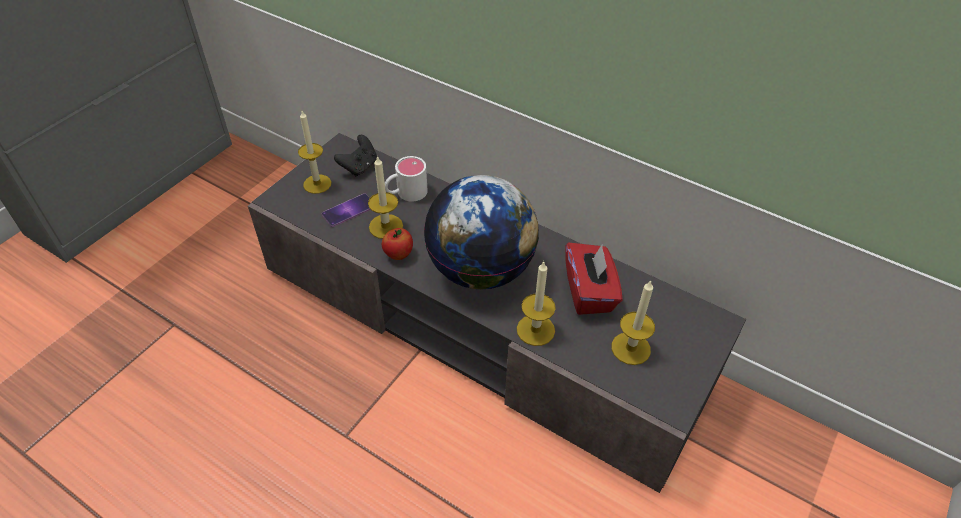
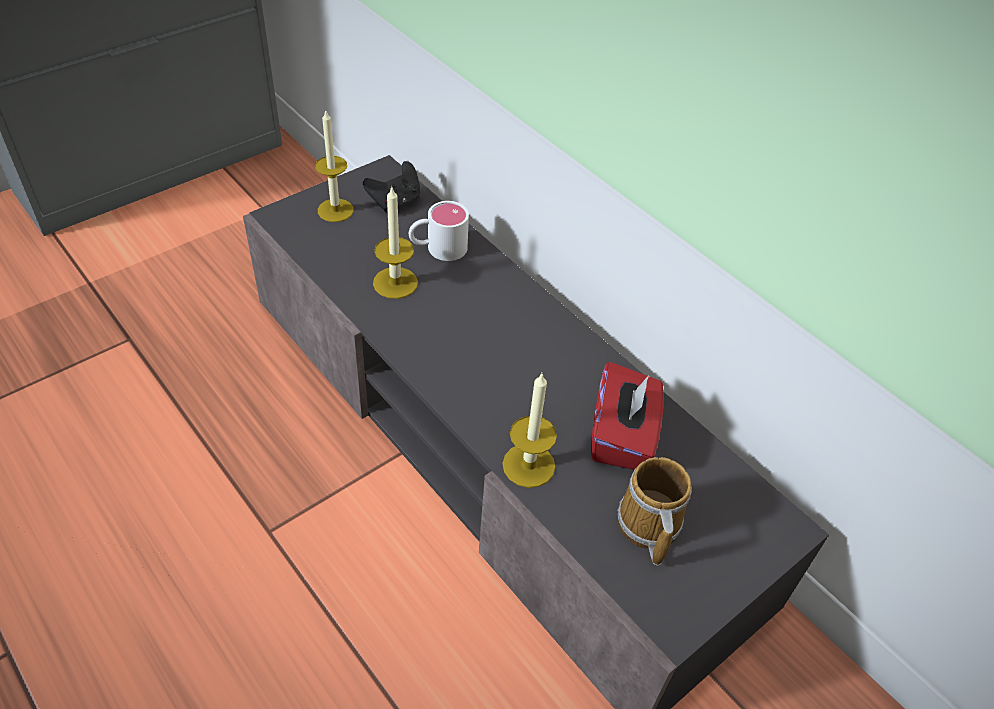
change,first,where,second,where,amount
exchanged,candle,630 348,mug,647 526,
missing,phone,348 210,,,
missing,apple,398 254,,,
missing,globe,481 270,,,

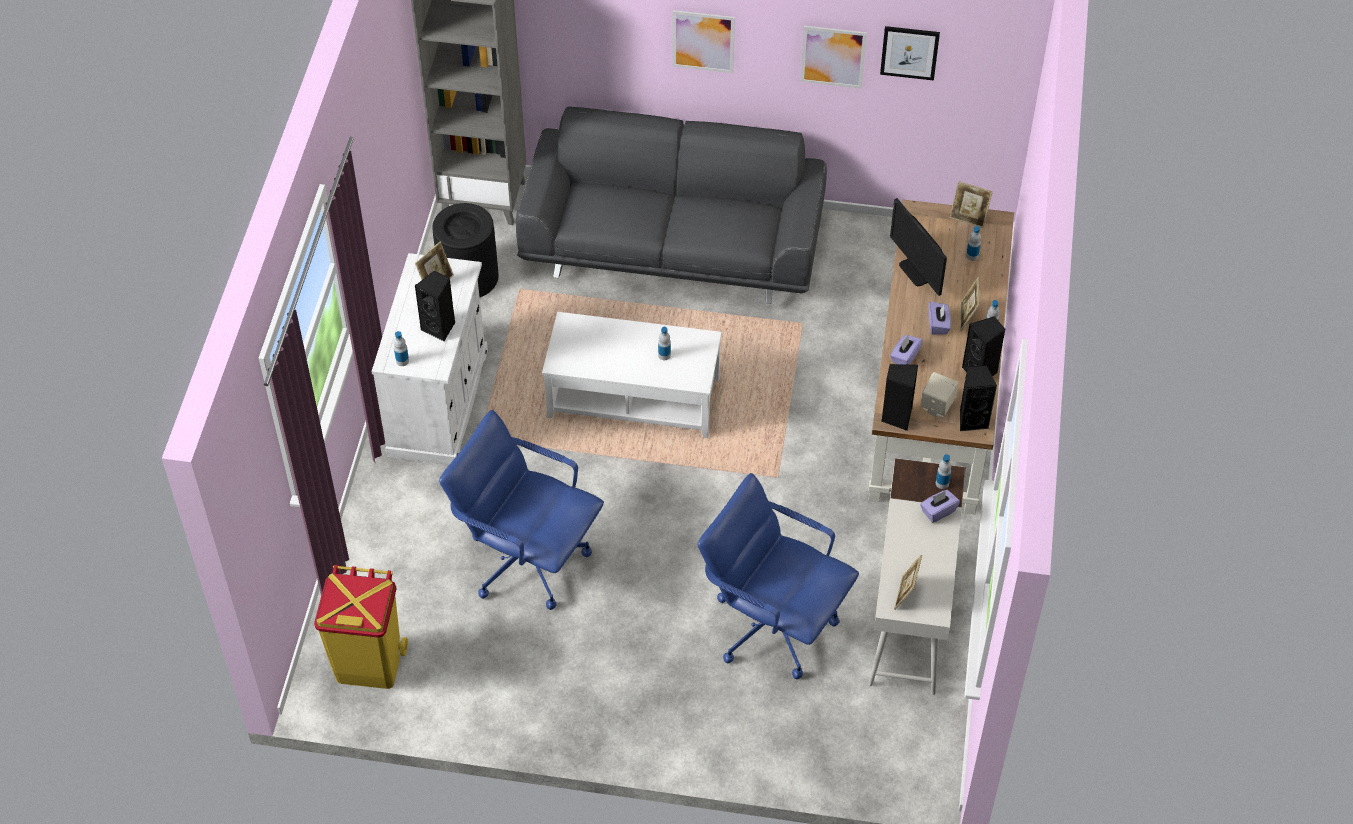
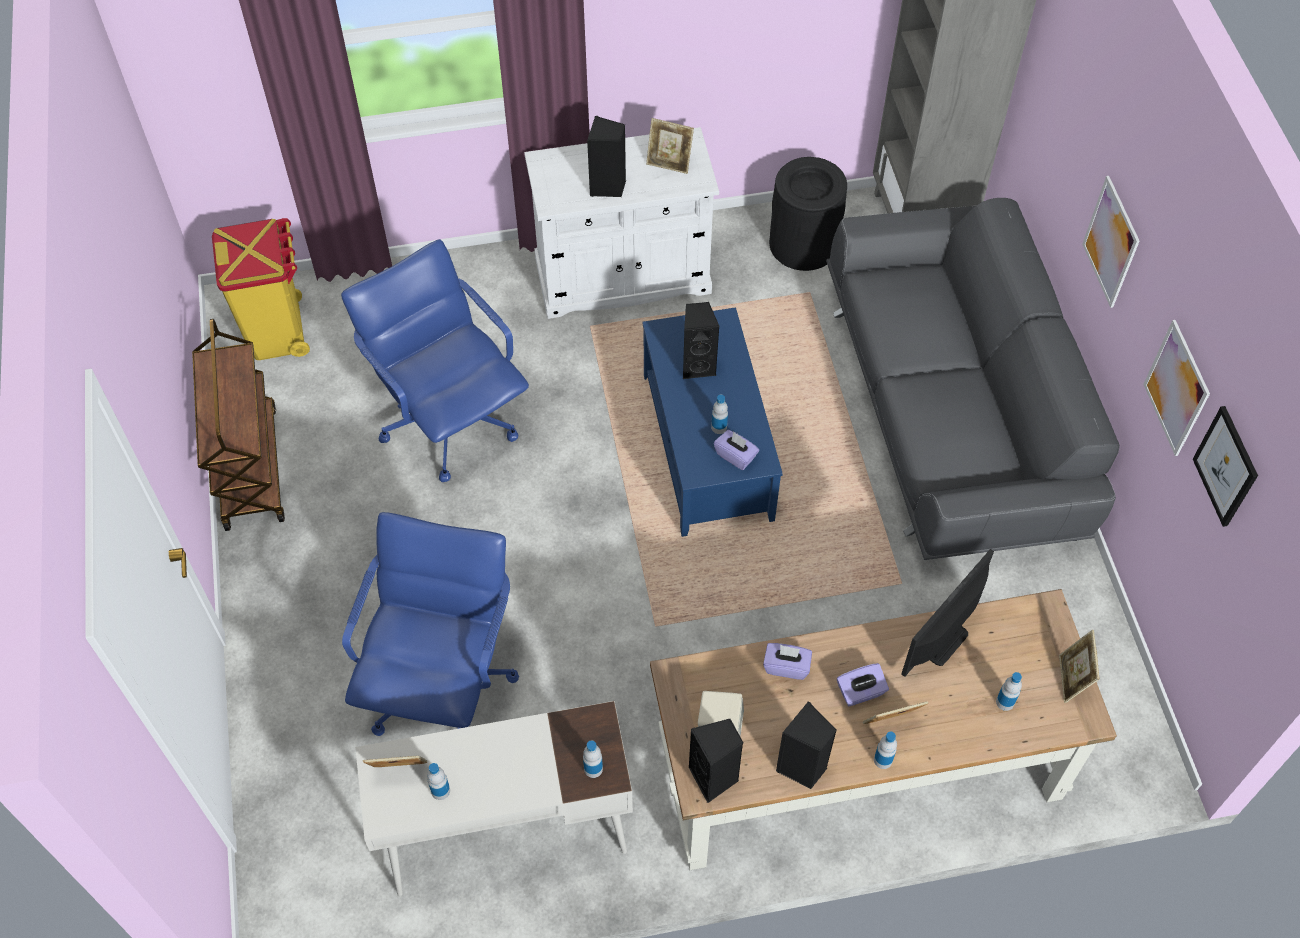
change,first,where,second,where,amount
appeared,,,brown cart,250 466,
spun,blue office chair,527 559,,450 420,45 degrees counterclockwise
relocated,bottle,402 361,,440 791,
colour,white coffee table,634 397,blue coffee table,709 446,
relocated,black speaker,896 416,,698 365,
relocated,purple tissue box,938 511,,736 456,

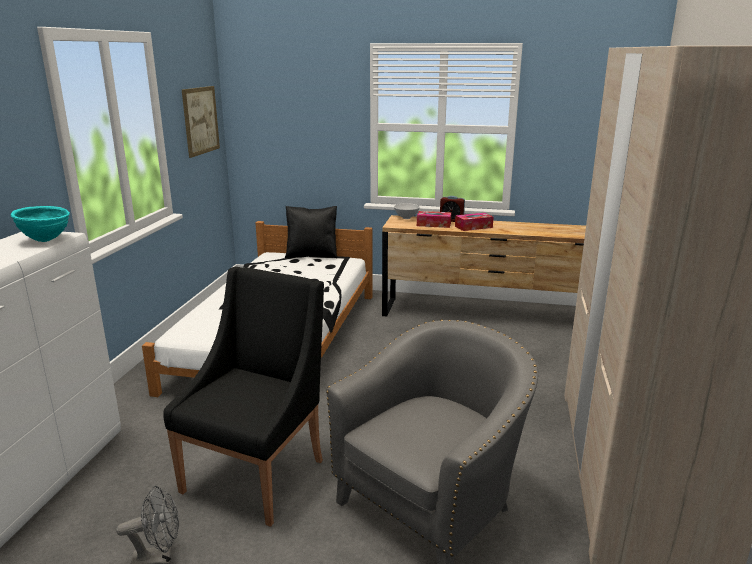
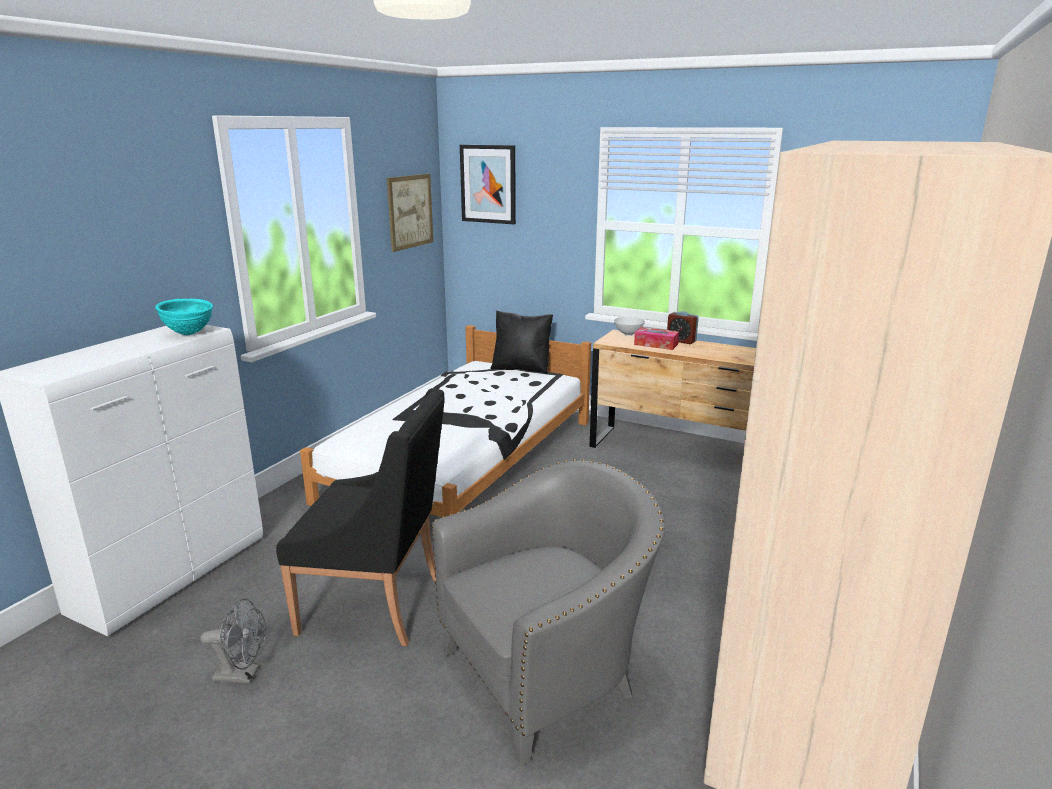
change,first,where,second,where,amount
spun,black armchair,258 473,,376 604,60 degrees clockwise
appeared,,,picture,488 184,
missing,tissue box,473 227,,,

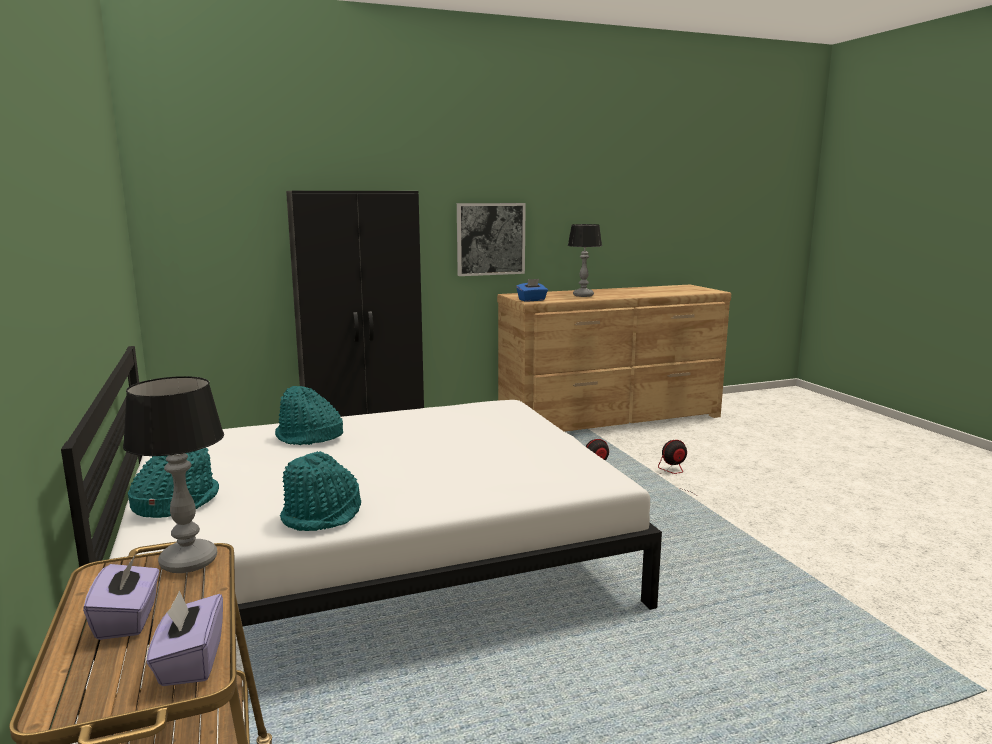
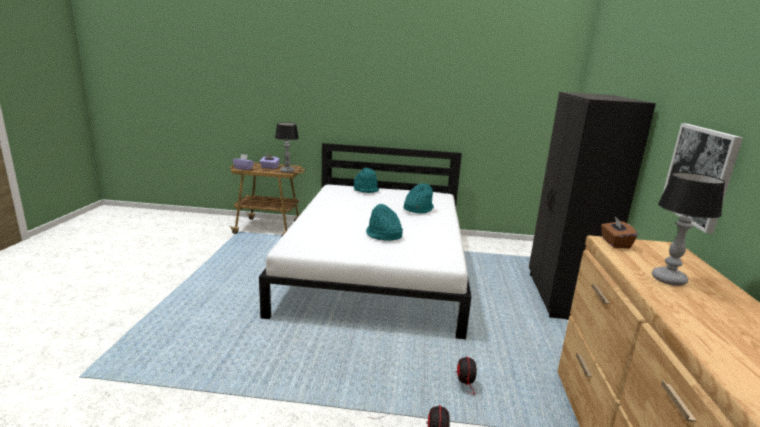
change,first,where,second,where,amount
relocated,turquoise hat,322 515,,383 235,
colour,blue tissue box,532 300,brown tissue box,615 243,

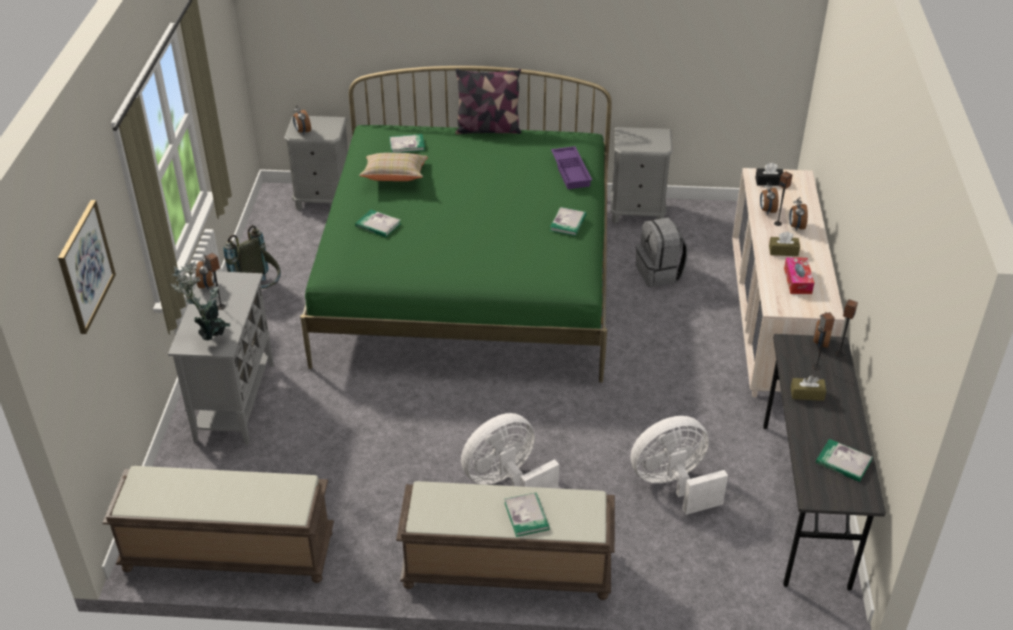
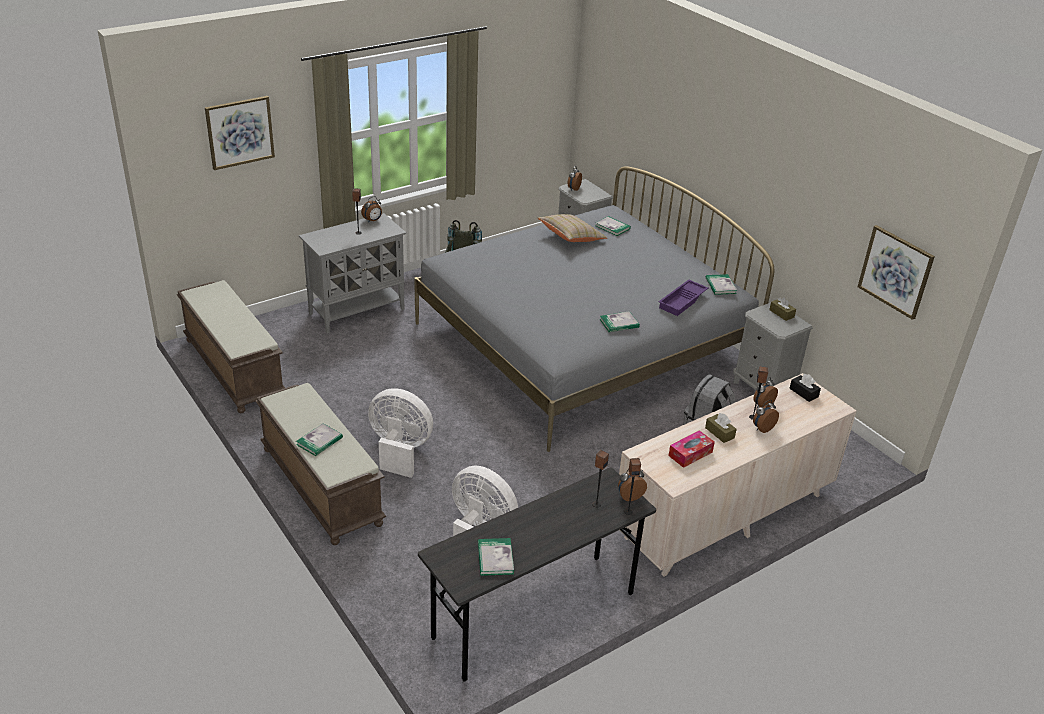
change,first,where,second,where,amount
colour,green bed,469 276,grey bed,582 344,
relocated,book,378 225,,720 286,
relocated,brown tissue box,807 394,,781 313,
appeared,,,picture,895 271,
missing,potted plant,210 334,,,
missing,pillow,488 129,,,

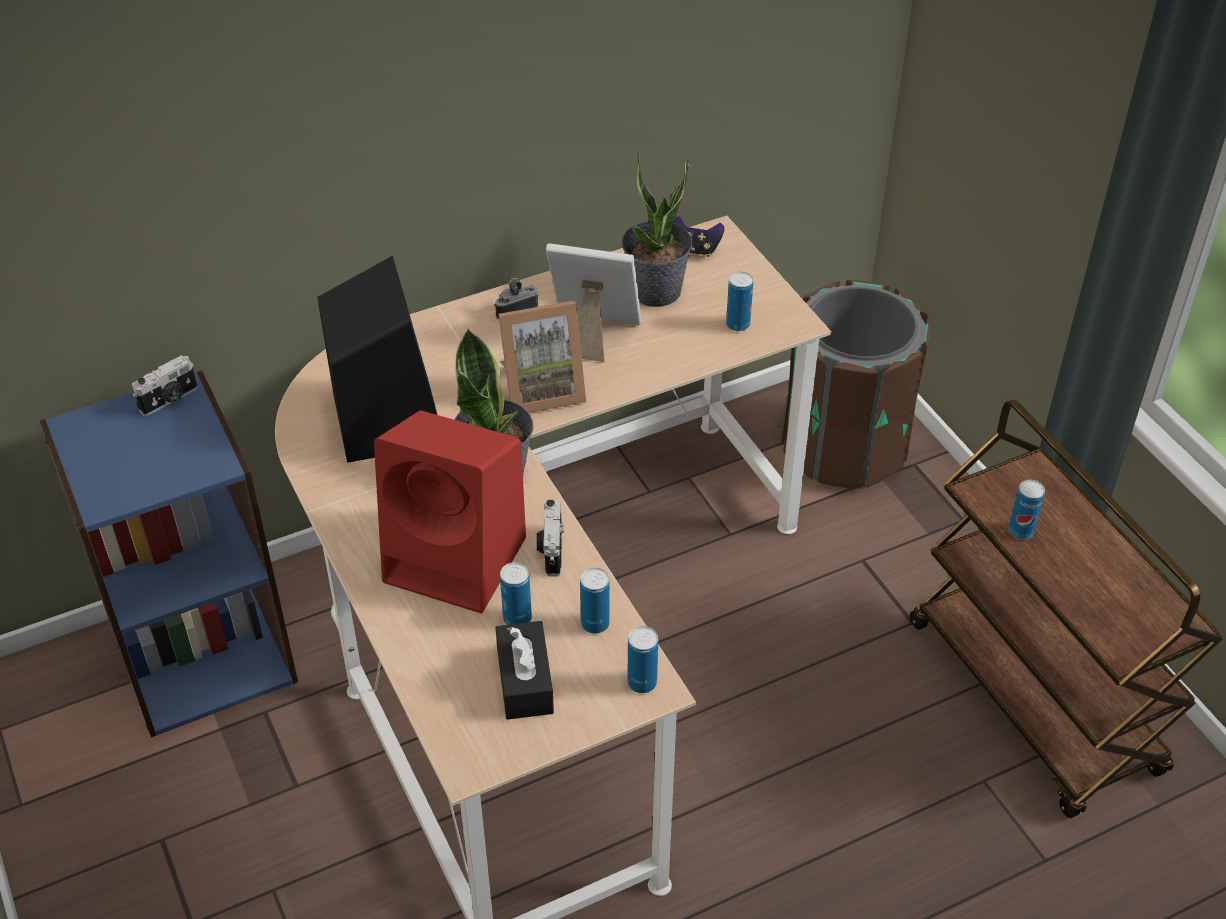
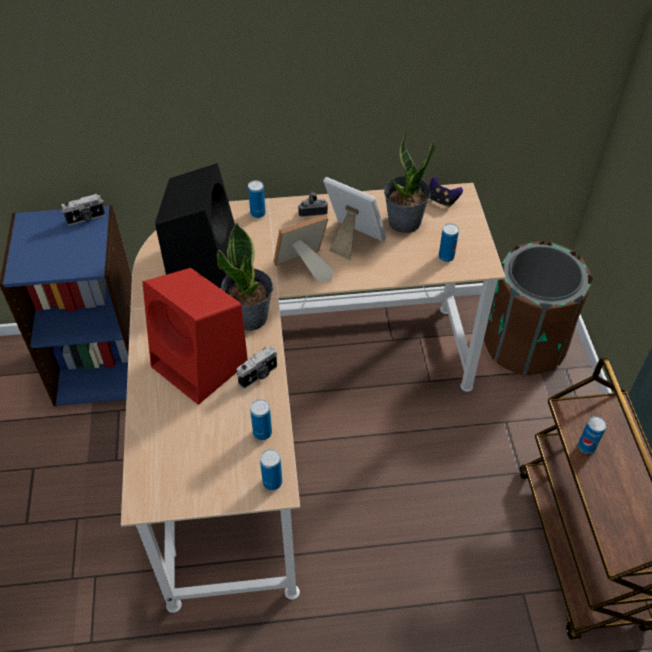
change,first,where,second,where,amount
spun,photo camera,551 550,,259 375,150 degrees counterclockwise
relocated,can,517 618,,258 213,
spun,picture frame,541 390,,303 268,150 degrees clockwise
missing,black tissue box,525 681,,,

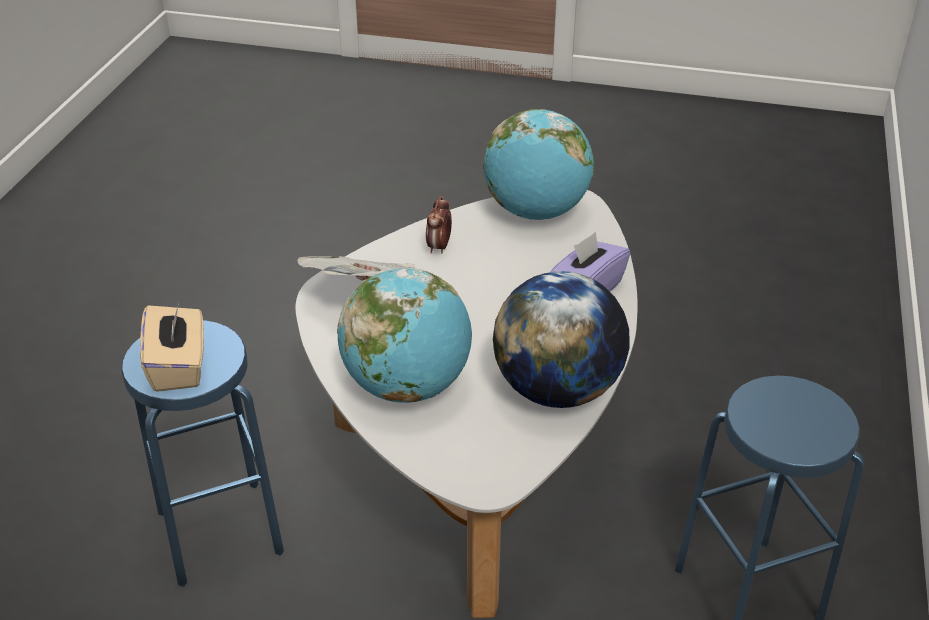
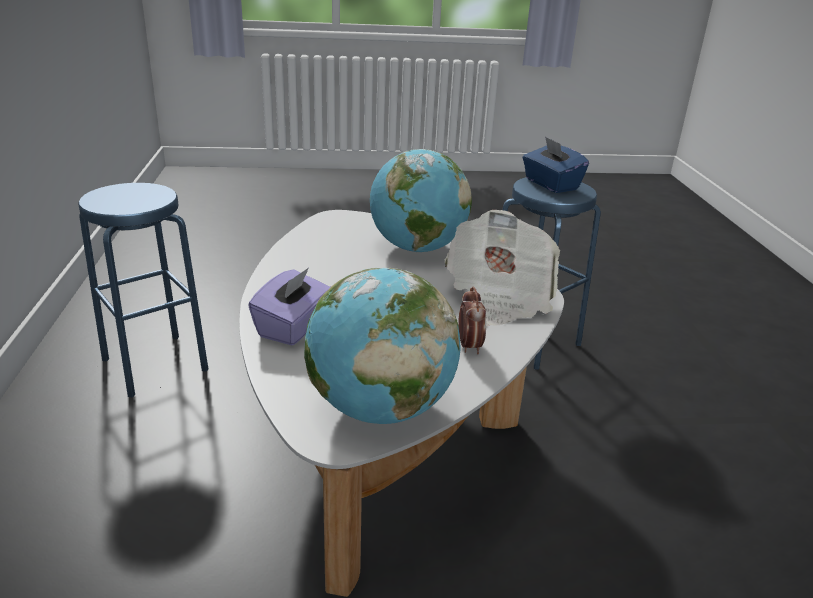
change,first,where,second,where,amount
colour,beige tissue box,179 367,blue tissue box,550 184,
missing,globe,558 389,,,

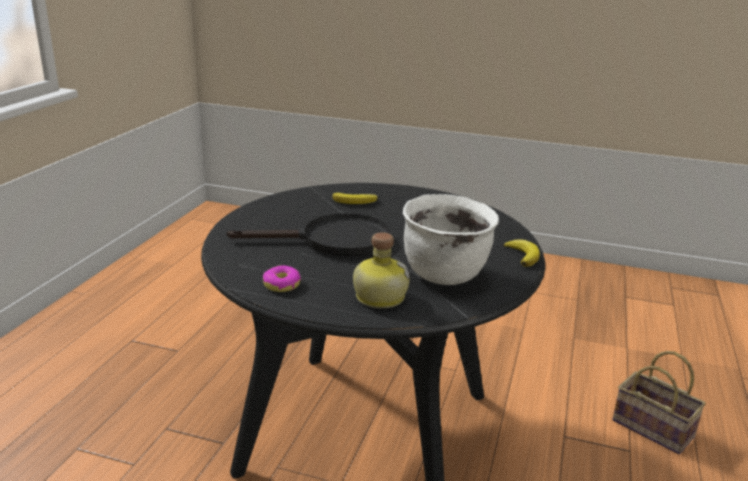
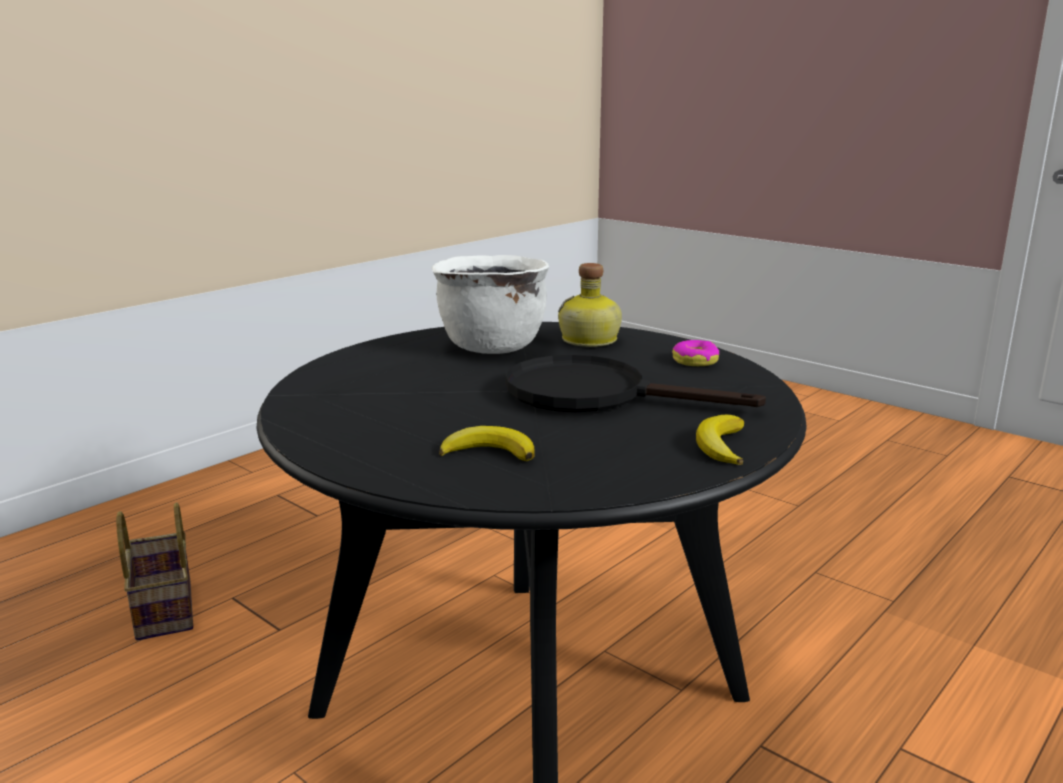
change,first,where,second,where,amount
relocated,banana,523 255,,720 445,

